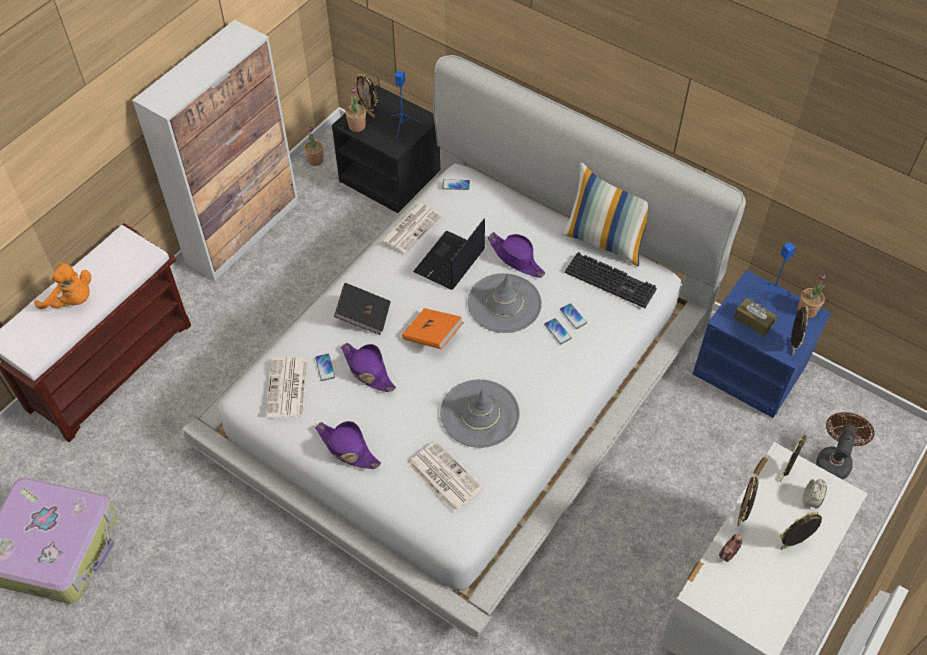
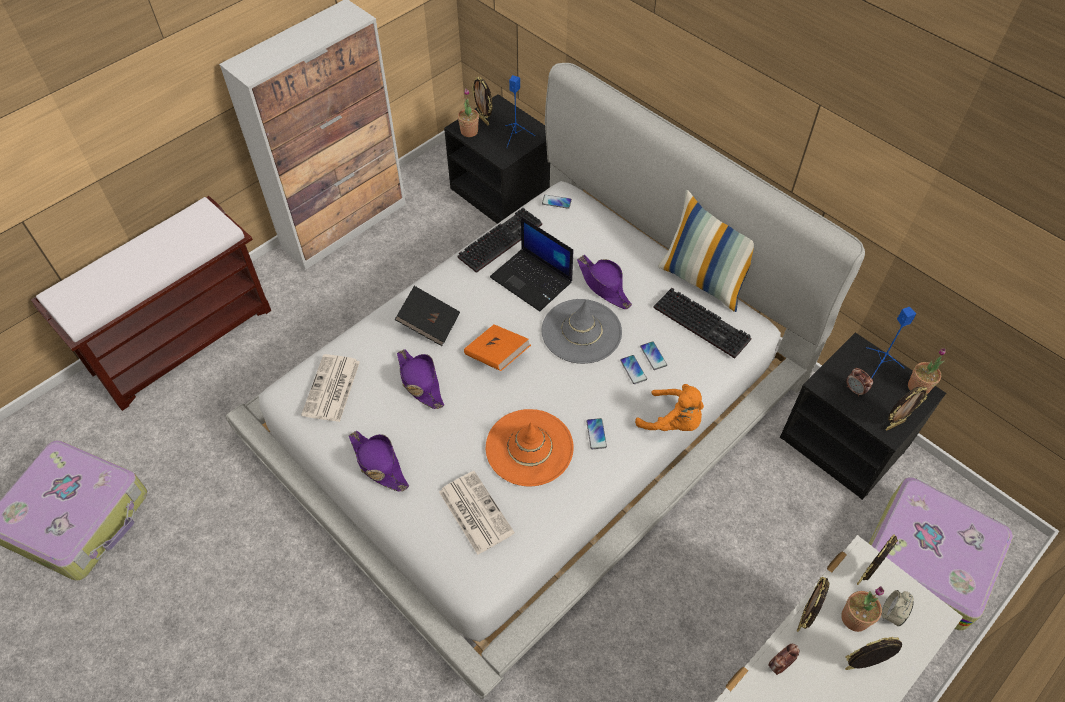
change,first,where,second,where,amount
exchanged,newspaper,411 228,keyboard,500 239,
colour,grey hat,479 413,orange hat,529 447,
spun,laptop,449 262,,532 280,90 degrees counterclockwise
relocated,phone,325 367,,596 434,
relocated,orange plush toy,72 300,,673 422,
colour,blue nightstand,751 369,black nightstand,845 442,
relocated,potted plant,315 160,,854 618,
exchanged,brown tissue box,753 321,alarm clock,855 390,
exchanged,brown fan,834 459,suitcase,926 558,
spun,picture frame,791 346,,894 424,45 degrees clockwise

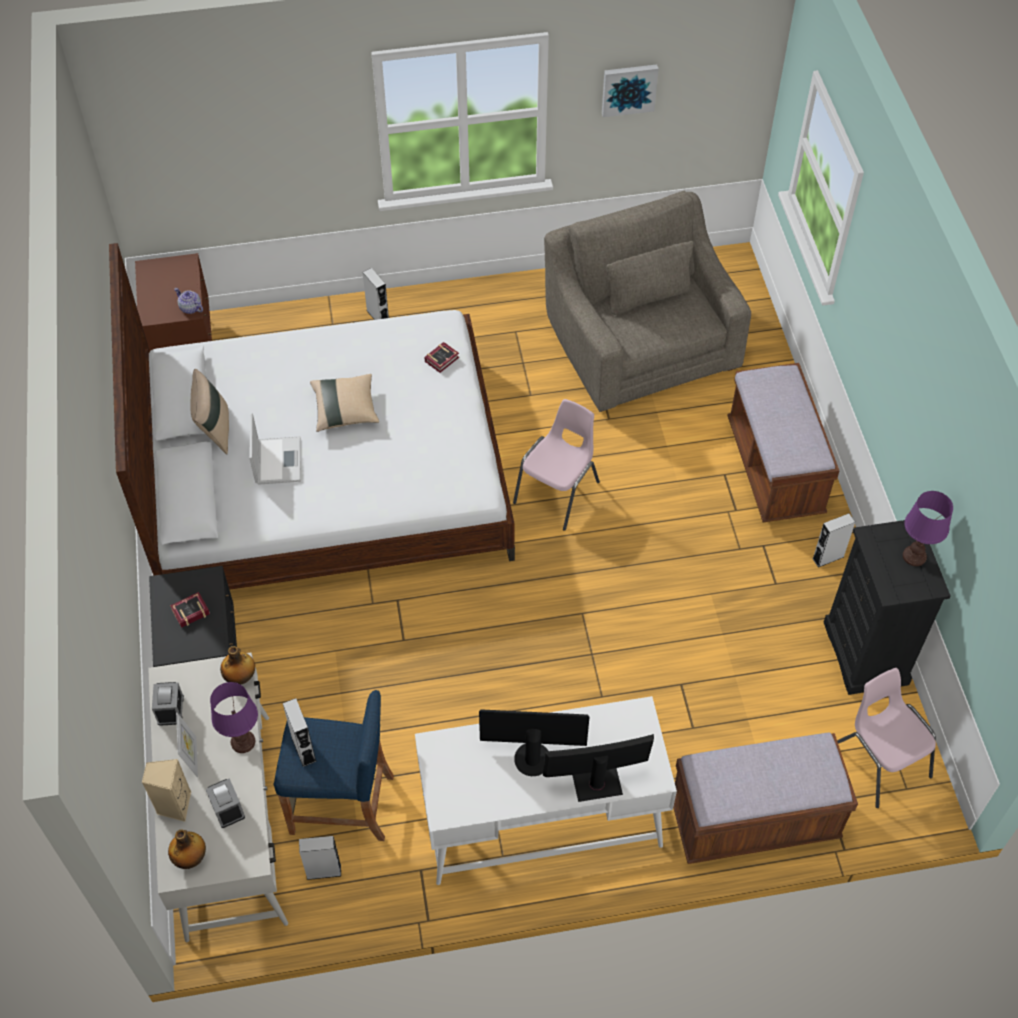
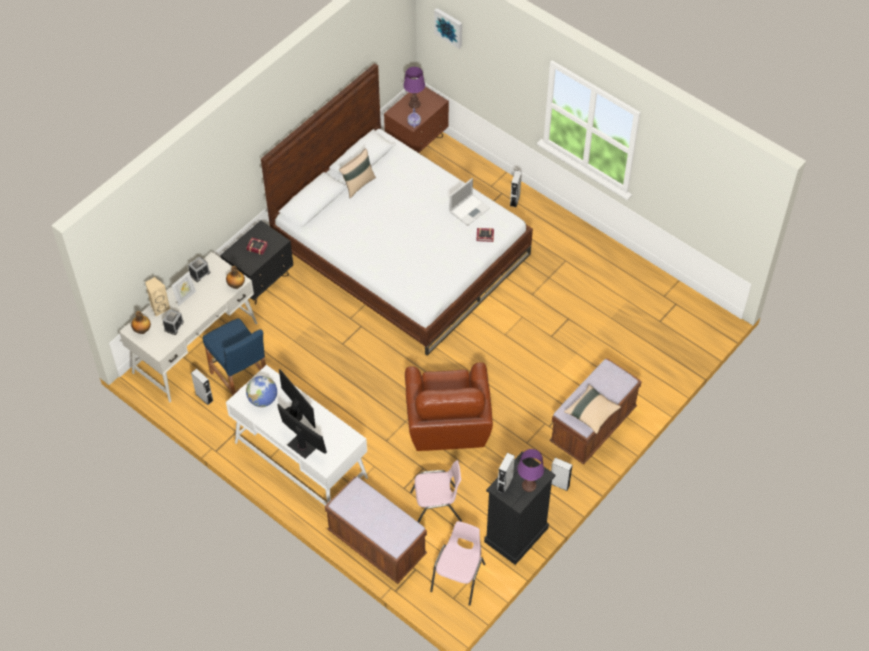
change,first,where,second,where,amount
appeared,,,globe,263 399,
relocated,purple table lamp,242 742,,414 104,
appeared,,,brown armchair,447 422,
relocated,pink chair,558 492,,437 507,
relocated,picture,629 89,,449 27,
relocated,laptop,277 460,,470 209,
relocated,grey speaker,303 749,,505 484,
relocated,beige pillow,345 410,,591 413,
missing,grey armchair,640 343,,,

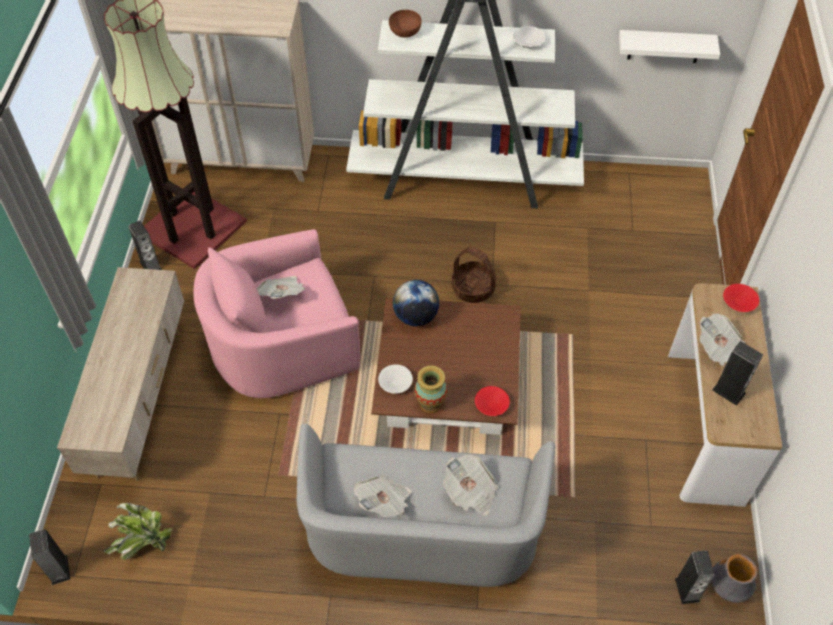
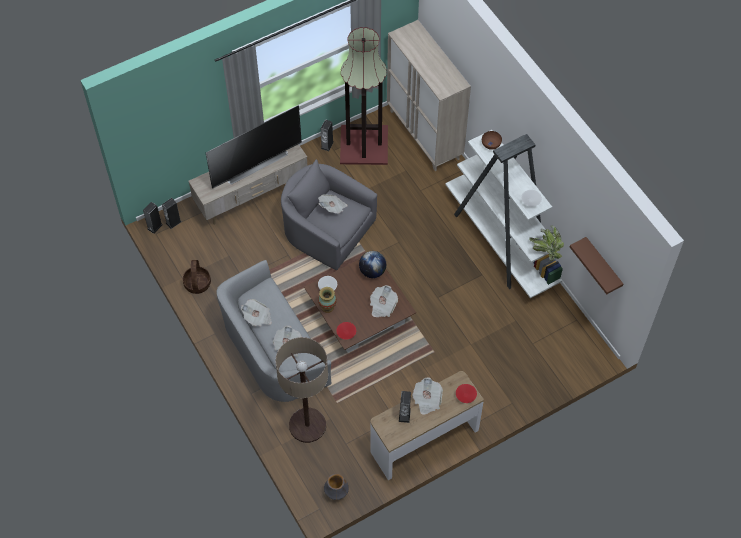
change,first,where,second,where,amount
relocated,speaker,687 589,,173 222,
relocated,basket,472 288,,197 283,
appeared,,,television,255 163,
appeared,,,floor lamp,307 425,
colour,pink armchair,282 343,grey armchair,327 230,
appeared,,,newspaper,382 306,
relocated,potted plant,141 543,,545 250,
colour,white shelf,664 46,brown shelf,602 265,

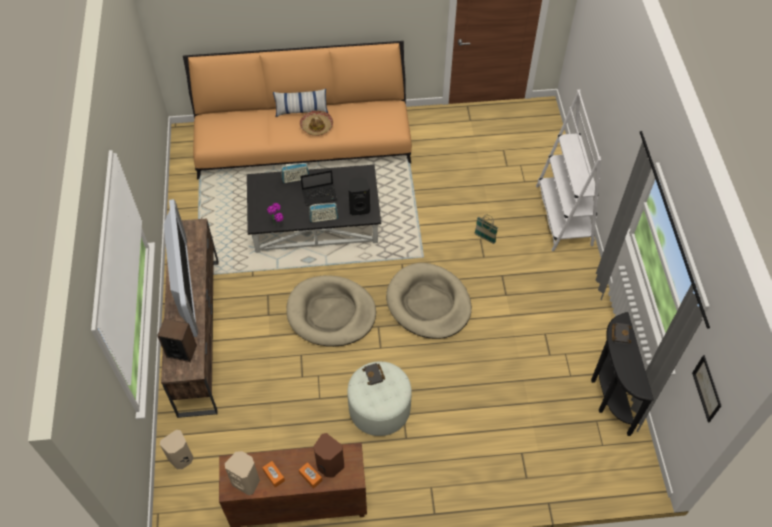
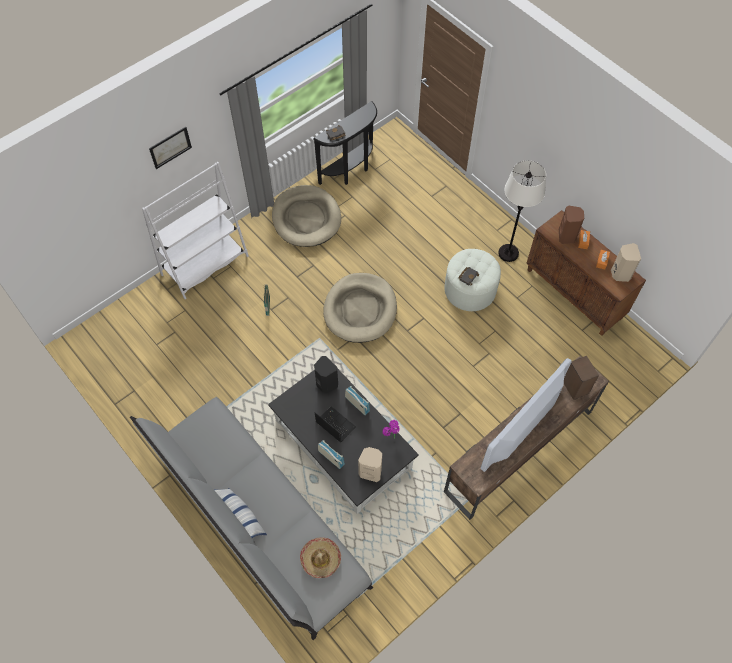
change,first,where,second,where,amount
colour,orange sofa,303 143,grey sofa,259 520,
relocated,picture,707 388,,170 147,
relocated,beige dog bed,331 313,,306 218,
relocated,hat,316 126,,321 559,
relocated,beige speaker,182 459,,371 471,
appeared,,,white floor lamp,508 253,

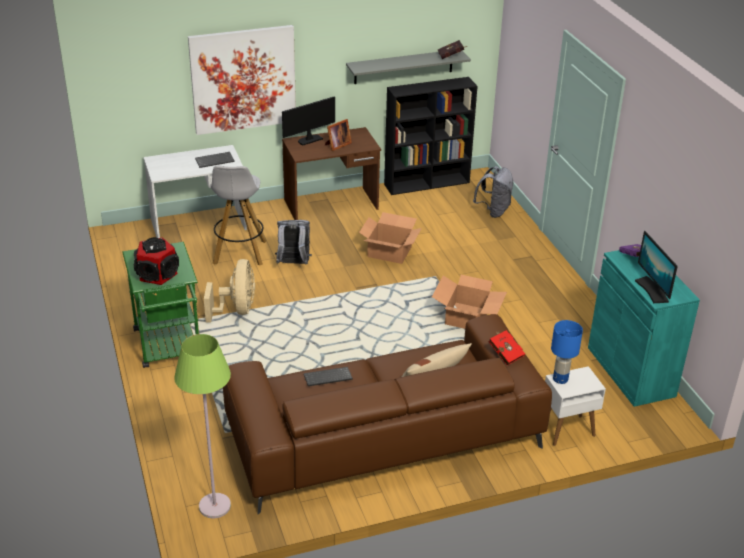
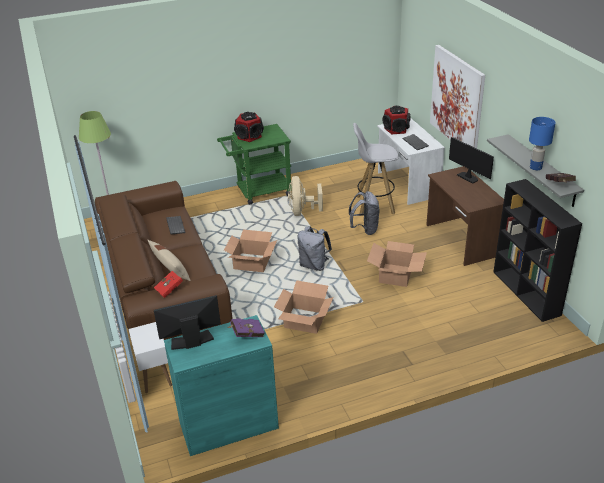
change,first,where,second,where,amount
appeared,,,cardboard box,252 262,
spun,beige fan,237 310,,302 211,90 degrees clockwise
relocated,grey backpack,493 211,,314 265,
appeared,,,speaker,396 129,
relocated,blue table lamp,560 379,,535 167,
missing,picture frame,337 145,,,

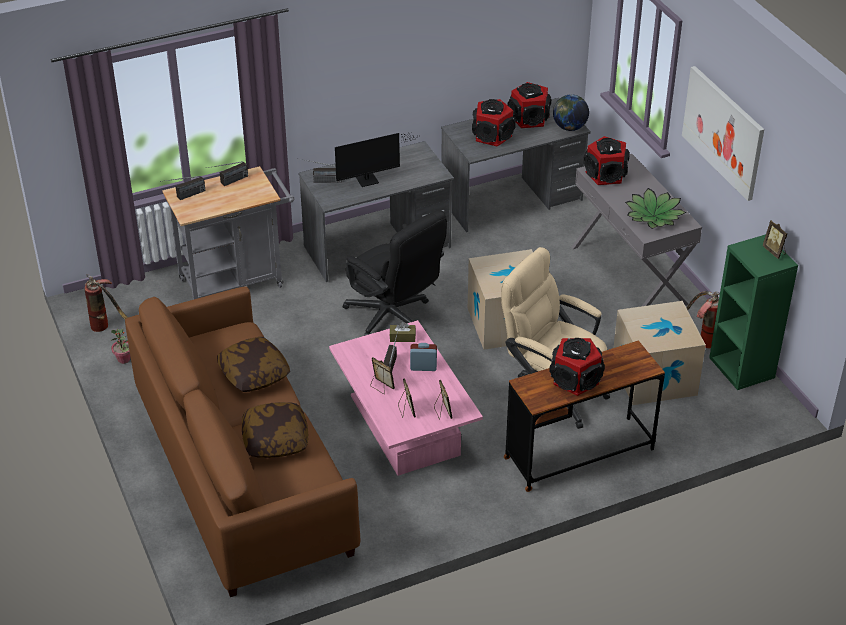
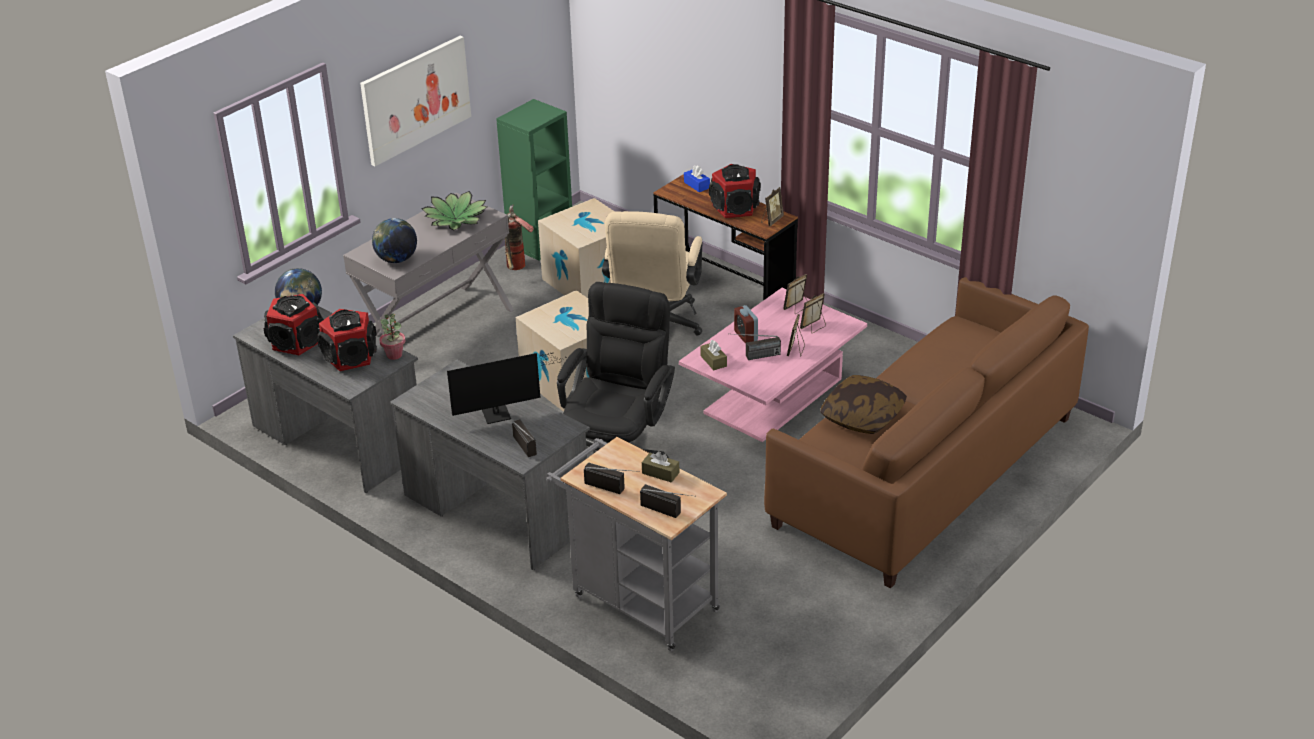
change,first,where,second,where,amount
exchanged,speaker,606 175,globe,396 260,
relocated,potted plant,124 359,,394 355,
spun,monitor,370 180,,501 414,120 degrees clockwise
appeared,,,brown tissue box,660 473,
appeared,,,blue tissue box,696 185,
relocated,picture frame,774 251,,771 220,
missing,fire extinguisher,106 326,,,
missing,pillow,275 439,,,

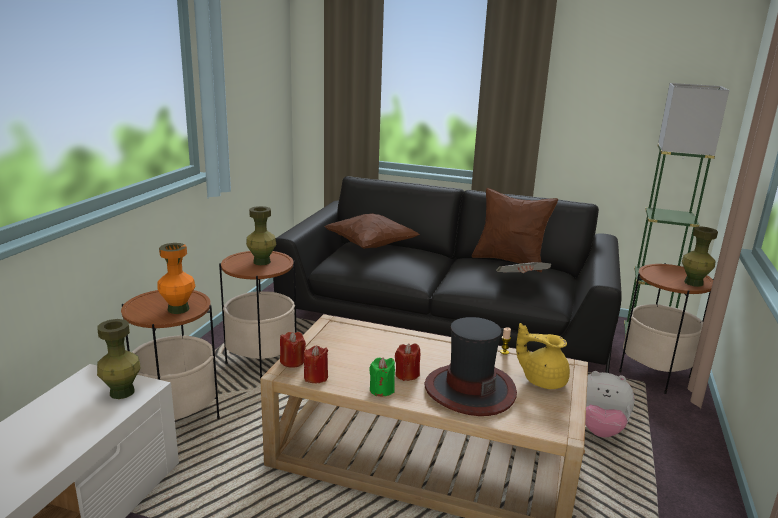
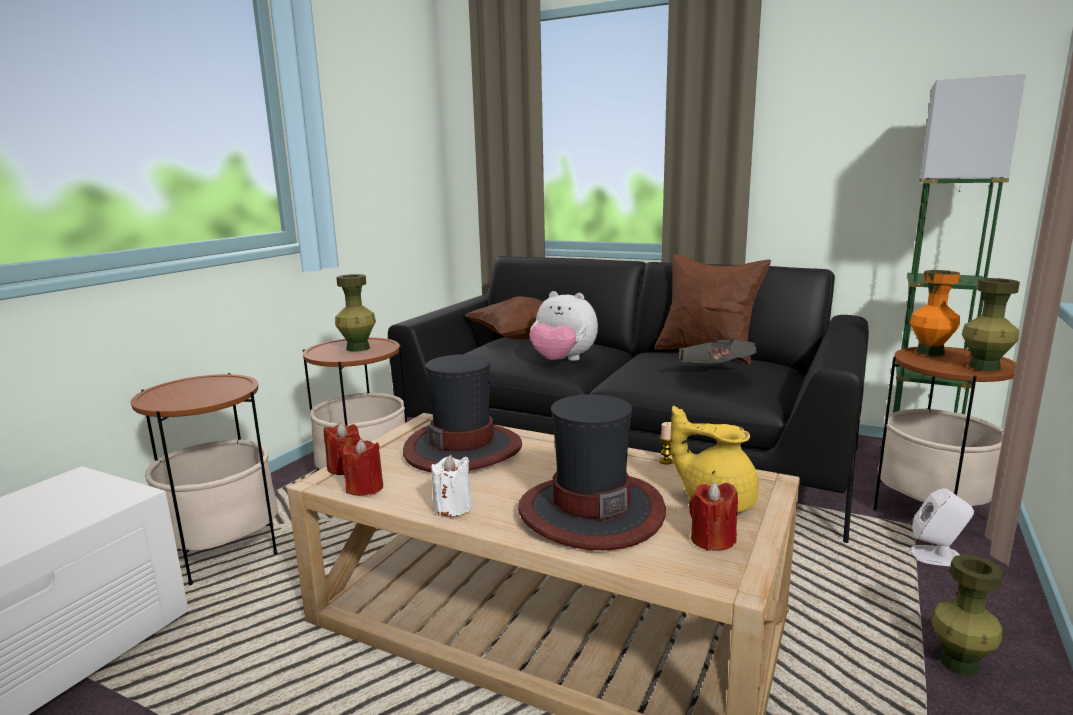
change,first,where,second,where,amount
appeared,,,hat,463 448,
colour,green candle,381 390,white candle,453 507,
relocated,plush toy,599 429,,562 361,
relocated,red candle,407 374,,712 540,
relocated,orange vase,178 309,,929 352,
appeared,,,white speaker,937 556,
relocated,green vase,122 392,,960 663,

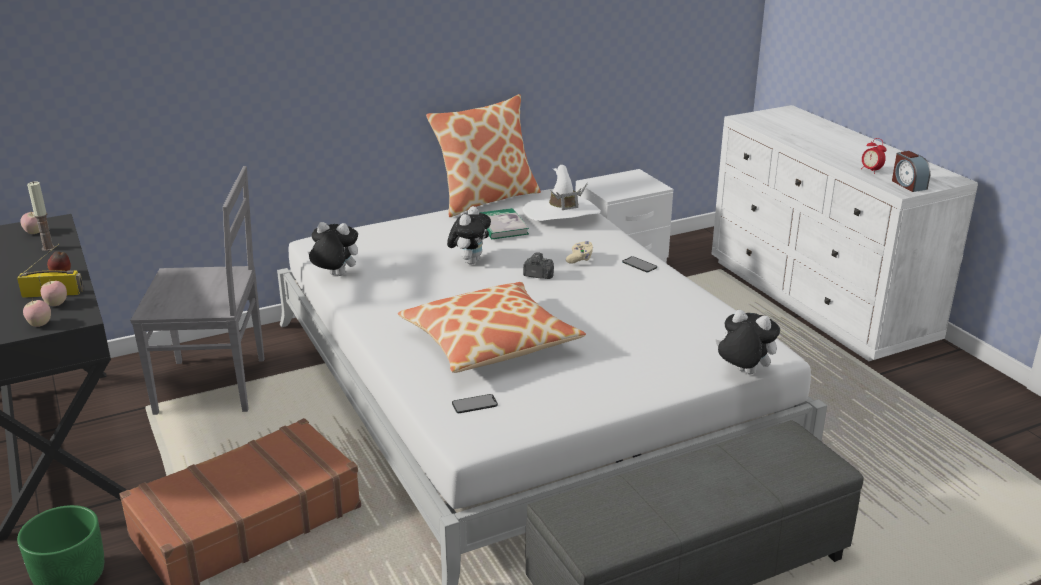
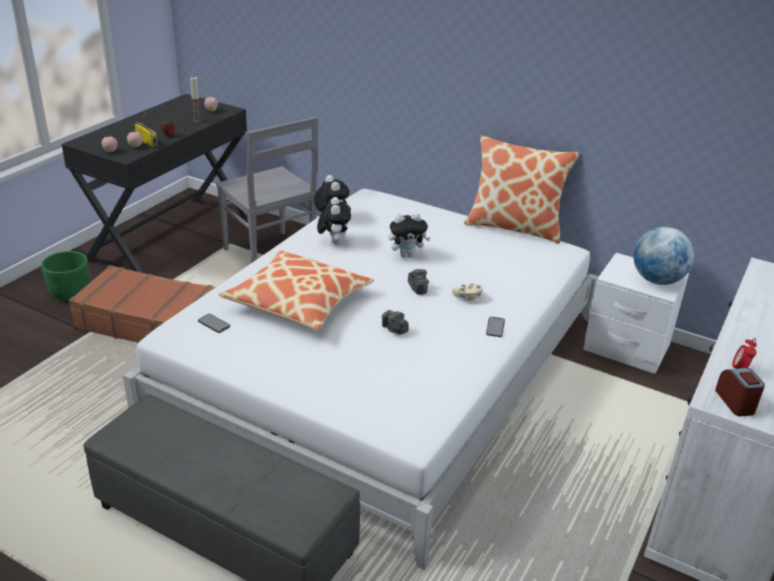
change,first,where,second,where,amount
relocated,plush toy,743 373,,334 241,
appeared,,,photo camera,394 329,
appeared,,,globe,657 280,
spun,alarm clock,908 184,,735 402,135 degrees clockwise
missing,book,501 226,,,
missing,white hat,561 213,,,

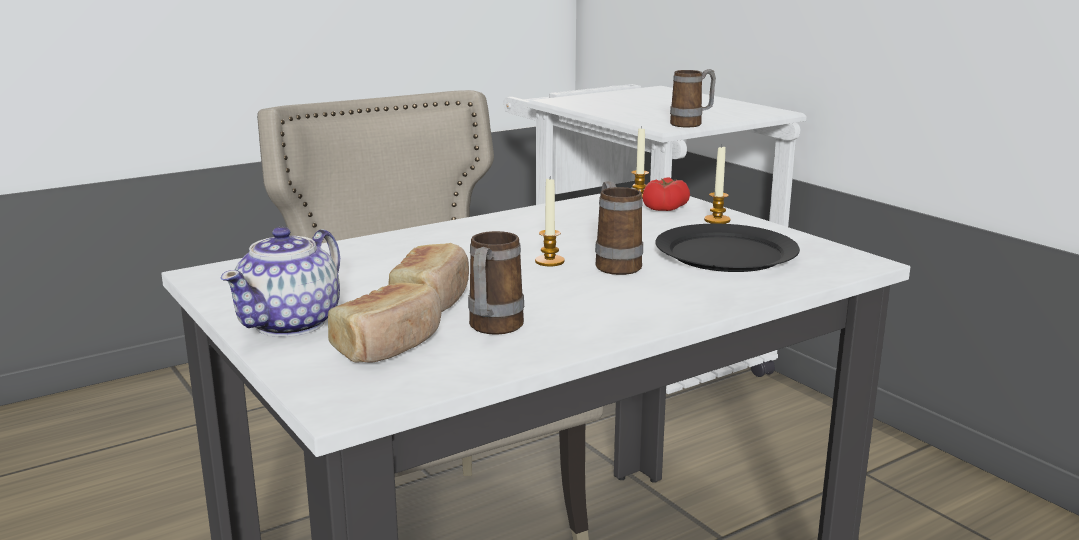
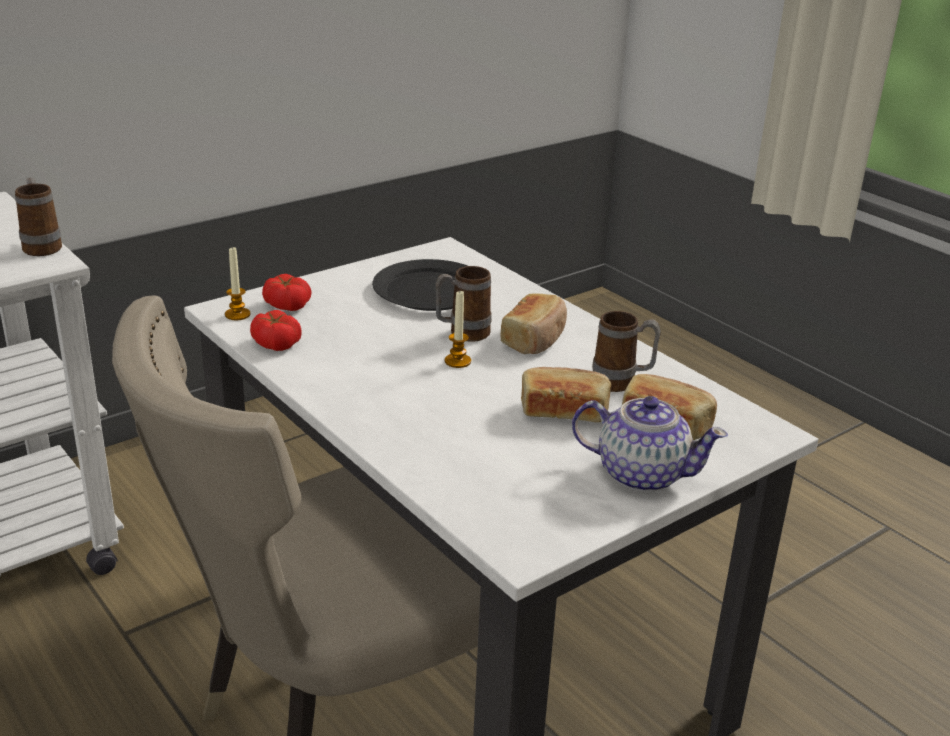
change,first,where,second,where,amount
appeared,,,tomato,276 343,
appeared,,,bread,535 339,
missing,candle,717 220,,,

